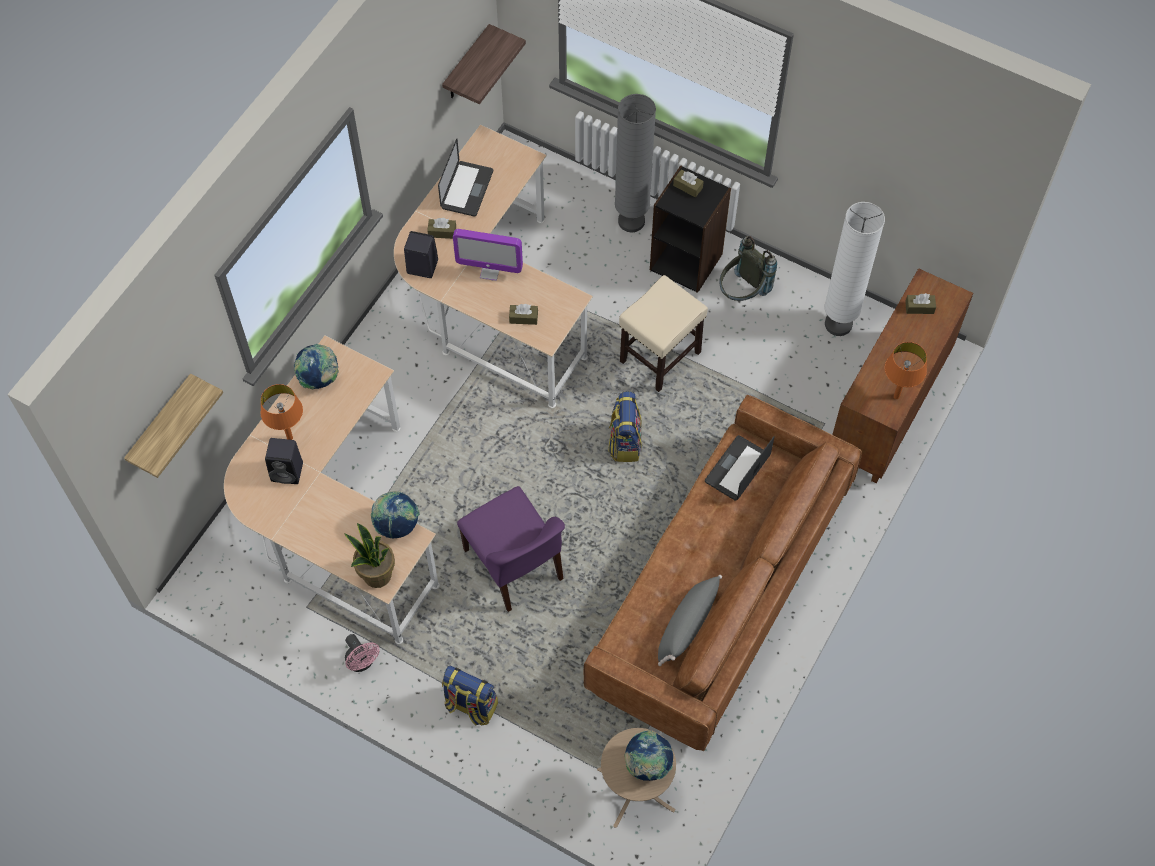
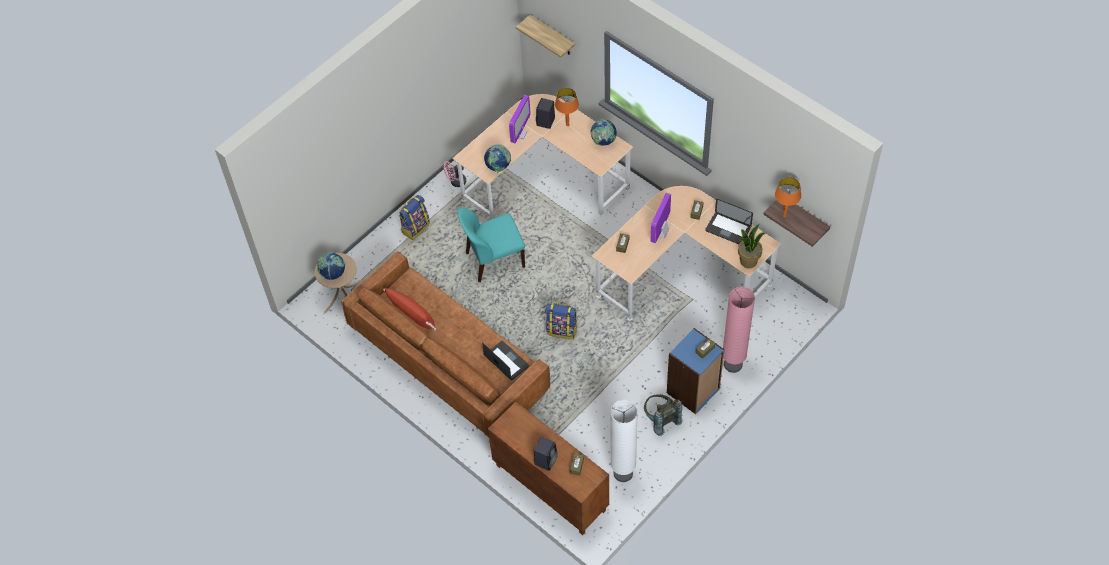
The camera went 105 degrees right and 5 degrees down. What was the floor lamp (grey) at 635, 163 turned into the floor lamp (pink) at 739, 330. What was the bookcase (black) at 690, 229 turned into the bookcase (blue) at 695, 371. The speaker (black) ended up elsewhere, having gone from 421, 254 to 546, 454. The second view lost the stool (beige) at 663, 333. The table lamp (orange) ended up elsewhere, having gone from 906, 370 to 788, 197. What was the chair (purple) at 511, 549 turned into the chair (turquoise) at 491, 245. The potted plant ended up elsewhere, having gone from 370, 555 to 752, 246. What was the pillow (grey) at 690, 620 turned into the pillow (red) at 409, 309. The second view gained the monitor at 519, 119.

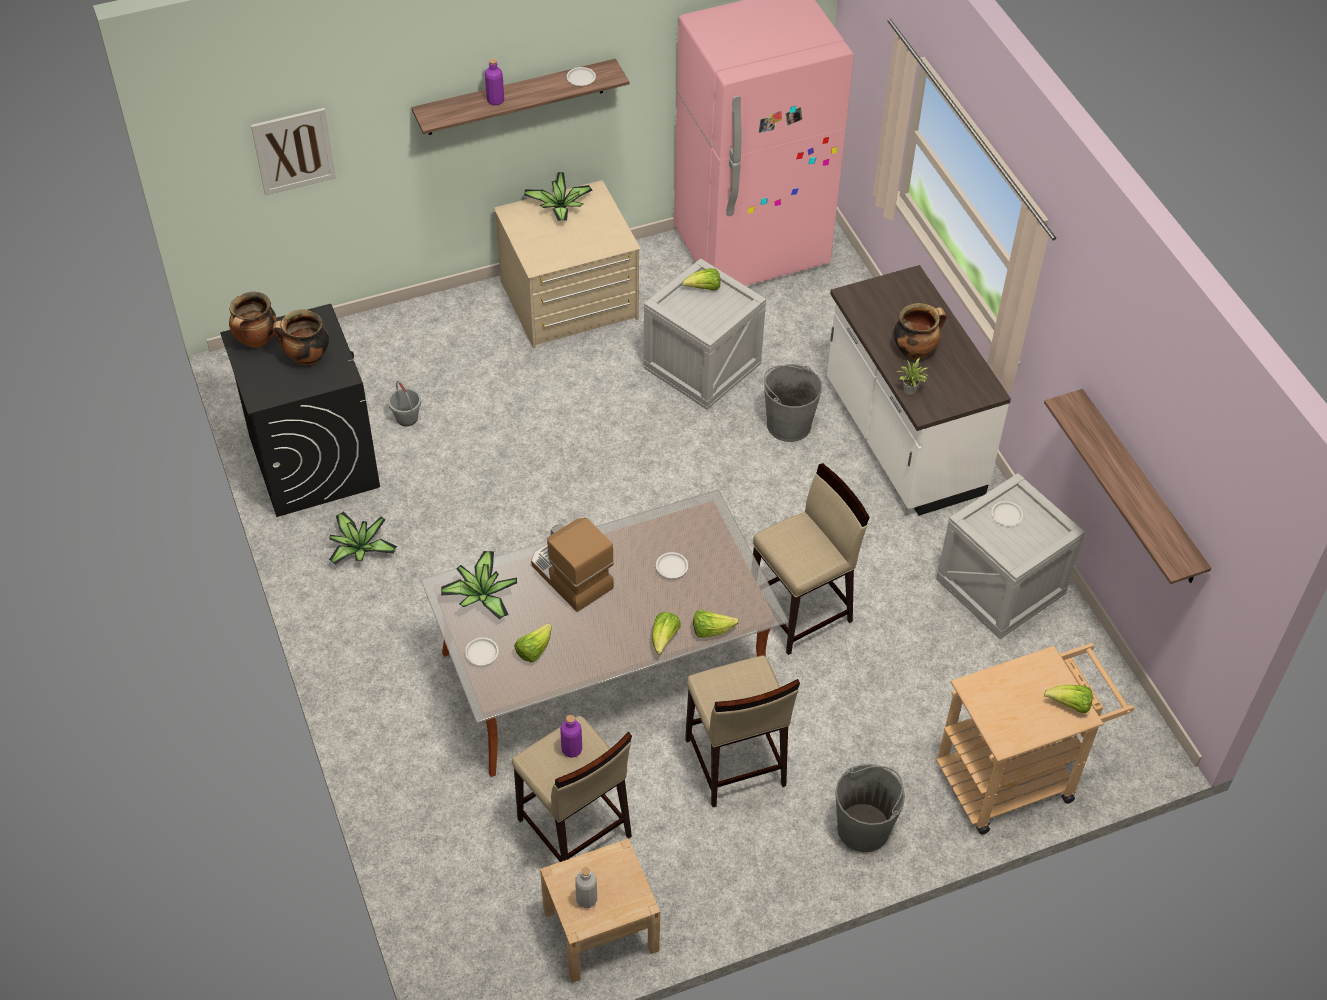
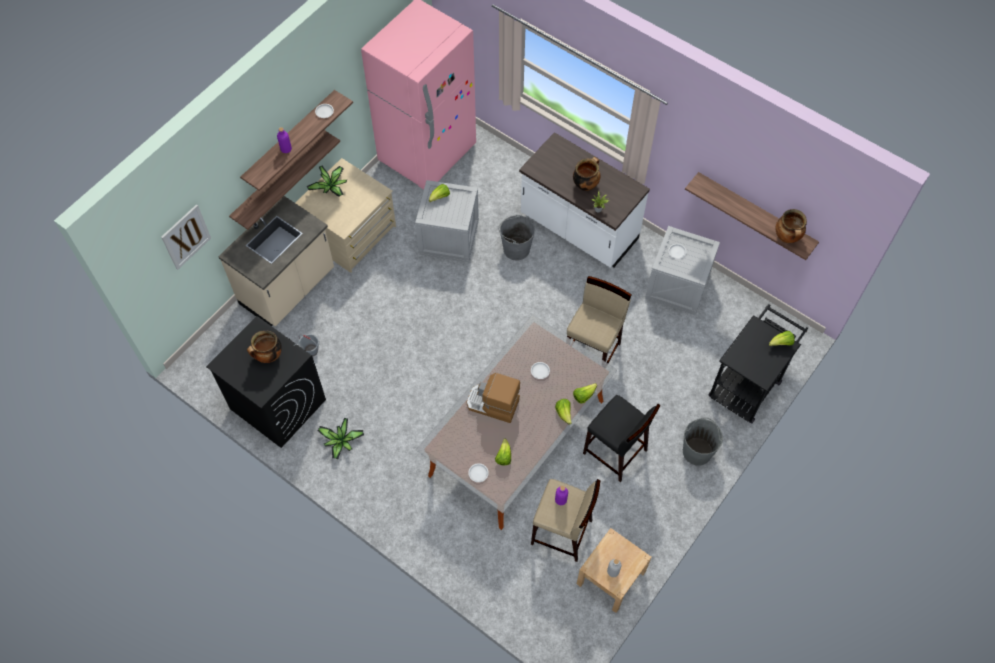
The camera went 30 degrees left and 10 degrees up. The cooking pot ended up elsewhere, having gone from 253, 320 to 791, 226. The second view lost the potted plant at 479, 585. What was the cart (beige) at 1035, 738 turned into the cart (black) at 758, 363. What was the stool (beige) at 742, 731 turned into the stool (black) at 621, 438. The second view gained the shelf at 284, 180. The second view gained the counter (beige) at 276, 261.

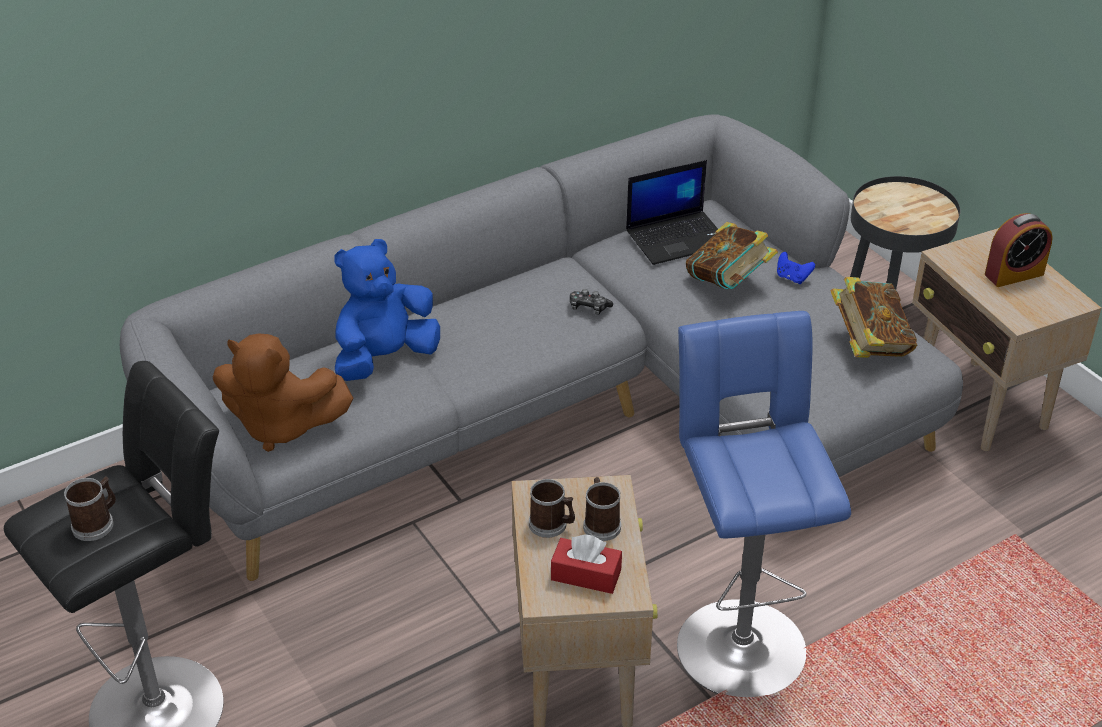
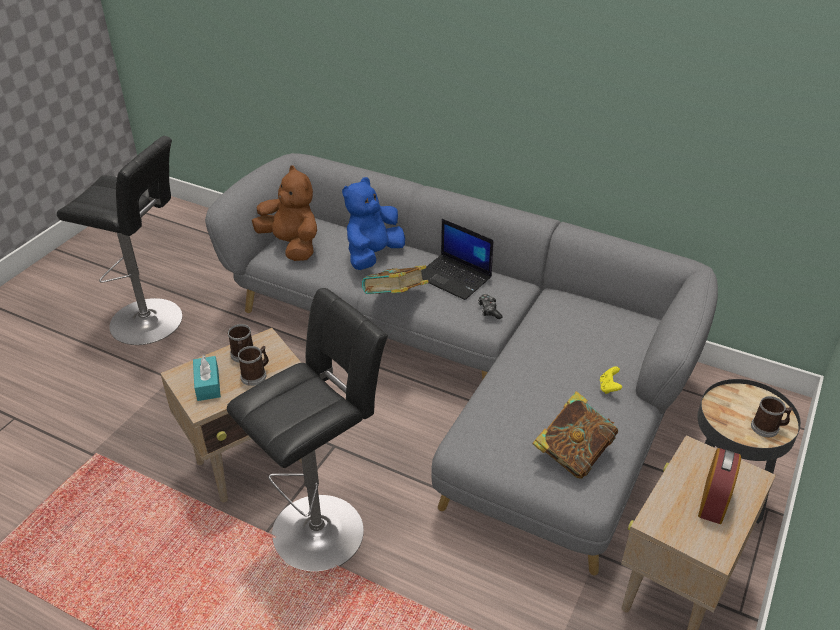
The camera went 60 degrees right and 0 degrees up. The laptop ended up elsewhere, having gone from 672, 212 to 457, 259. The alarm clock at 1019, 250 ended up facing another way, 105 degrees counterclockwise from before. The book ended up elsewhere, having gone from 732, 255 to 395, 279. The plush toy (blue) at 387, 310 ended up facing another way, 75 degrees counterclockwise from before. What was the game controller (blue) at 796, 268 turned into the game controller (yellow) at 611, 380. What was the stool (blue) at 764, 504 turned into the stool (black) at 307, 429. The plush toy (brown) at 283, 393 ended up facing another way, 150 degrees clockwise from before. The mug ended up elsewhere, having gone from 90, 508 to 772, 416. What was the tissue box (red) at 586, 564 turned into the tissue box (turquoise) at 207, 377.

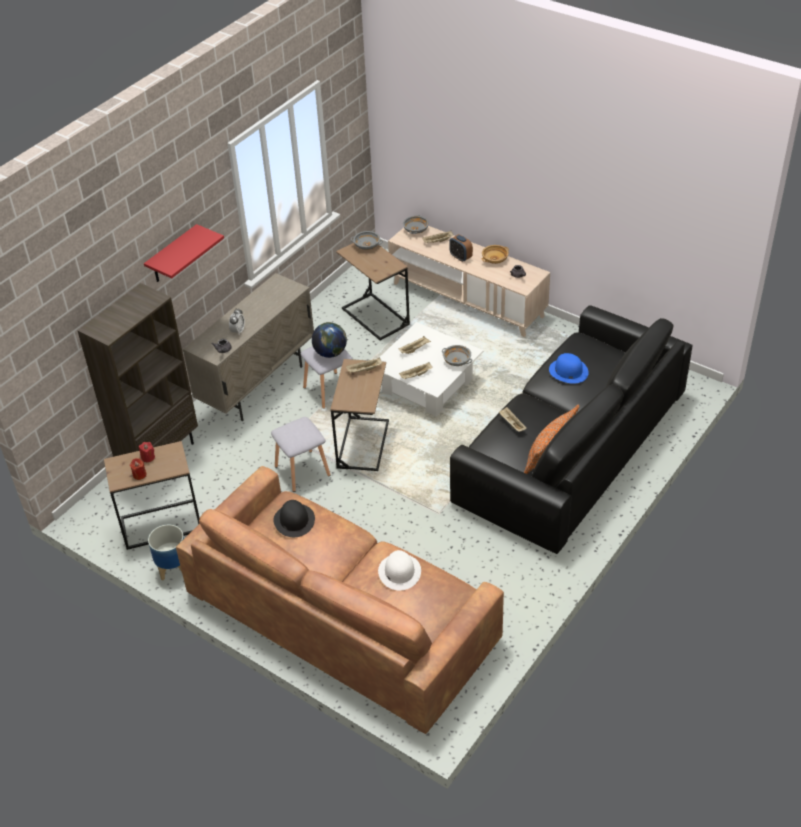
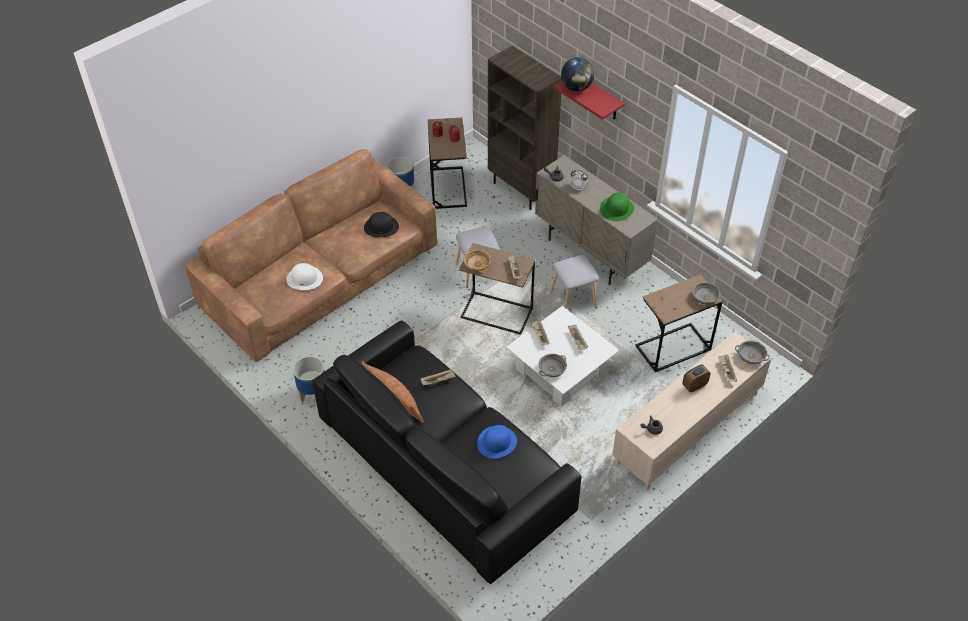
The camera went 100 degrees right and 5 degrees up. The bowl (beige) ended up elsewhere, having gone from 495, 254 to 477, 260. The globe ended up elsewhere, having gone from 329, 340 to 577, 74. The second view gained the hat (green) at 617, 206. The second view gained the planter at 309, 379.

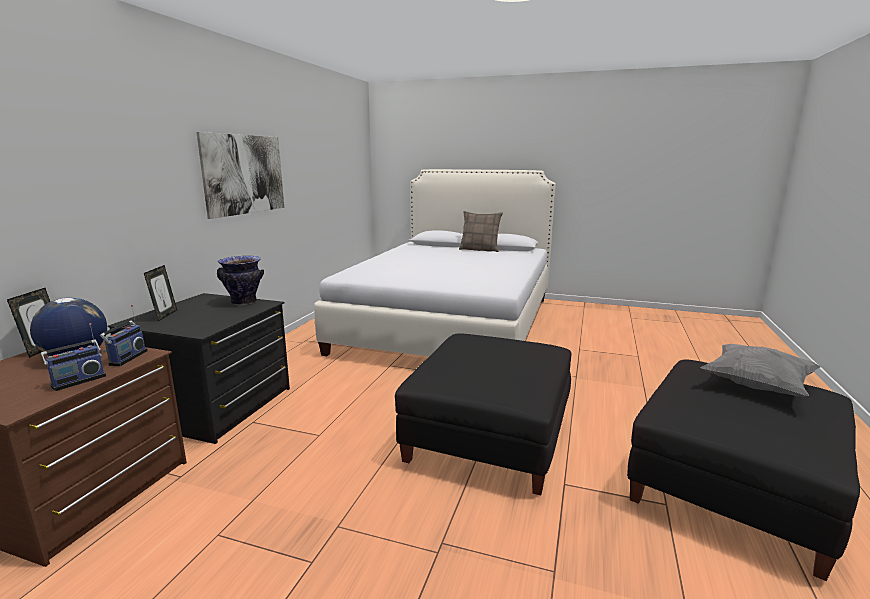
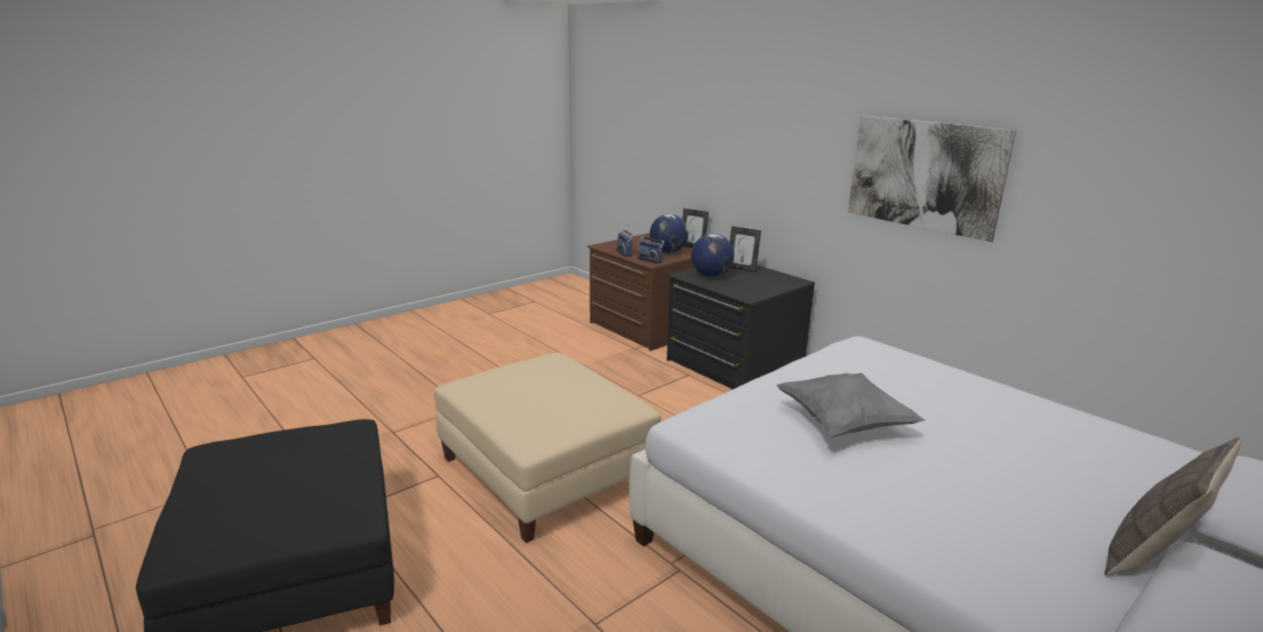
The camera went 120 degrees right and 5 degrees up. The second view lost the vase at 240, 280. What was the ottoman (black) at 483, 414 turned into the ottoman (beige) at 547, 448. The pillow (grey) ended up elsewhere, having gone from 761, 370 to 851, 405. The second view gained the globe at 712, 255.

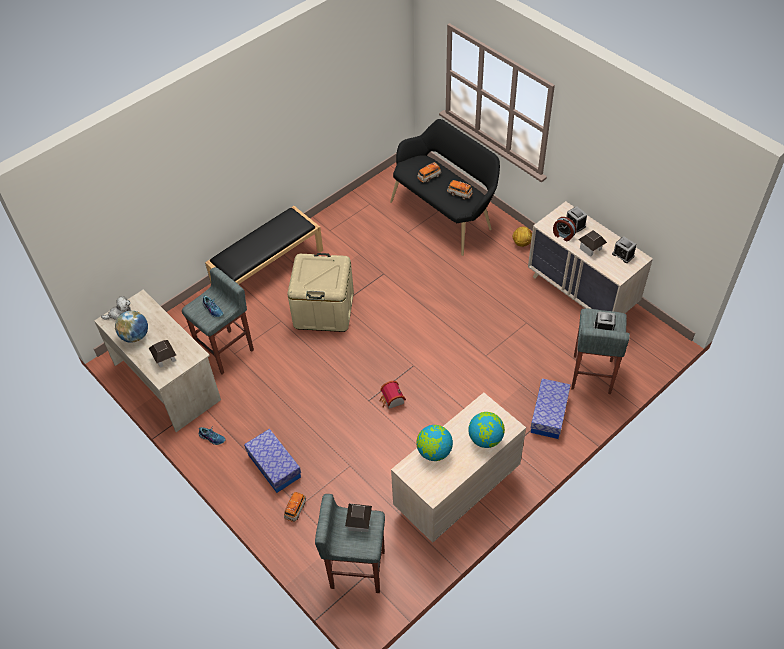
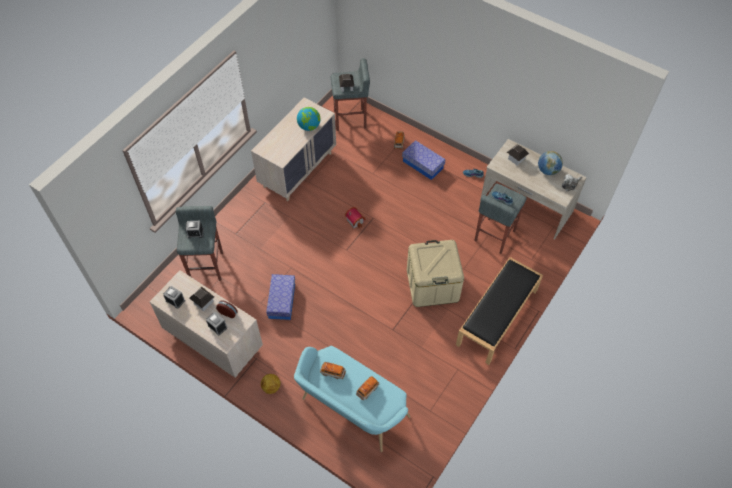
The camera went 165 degrees right and 5 degrees up. What was the bench (black) at 445, 187 turned into the bench (turquoise) at 352, 399. The storage box ended up elsewhere, having gone from 551, 408 to 280, 297. The second view lost the globe at 486, 430.

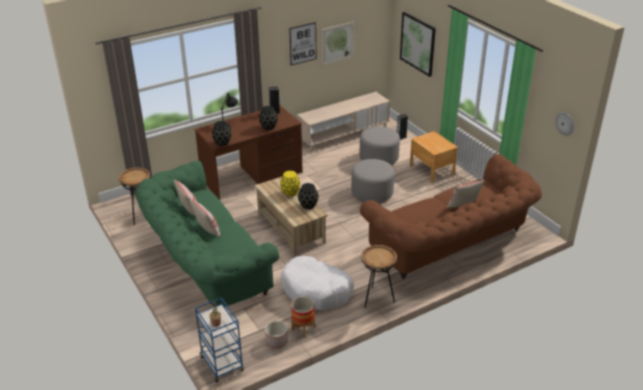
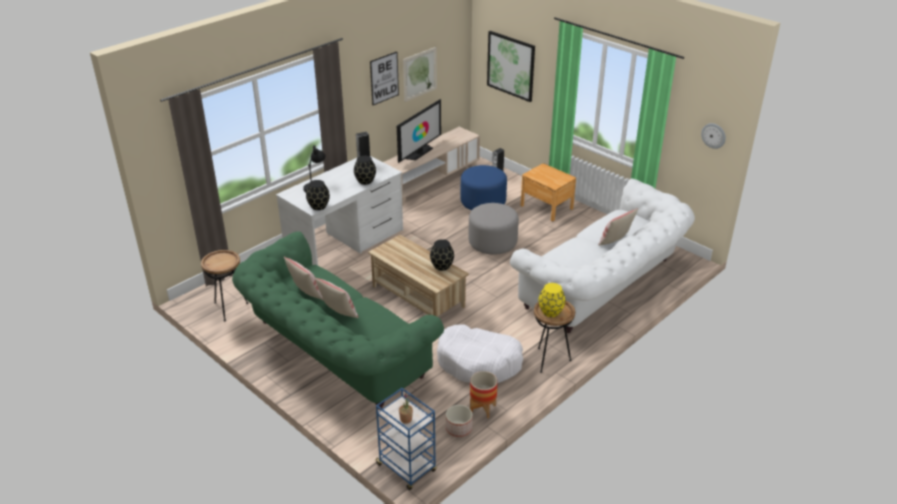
The camera went 15 degrees left and 0 degrees up. What was the desk (brown) at 248, 152 turned into the desk (white) at 339, 210. What was the ottoman (grey) at 380, 145 turned into the ottoman (blue) at 484, 188. What was the sofa (brown) at 451, 216 turned into the sofa (white) at 602, 256. The vase (yellow) ended up elsewhere, having gone from 290, 183 to 552, 300. The second view gained the television at 419, 131.

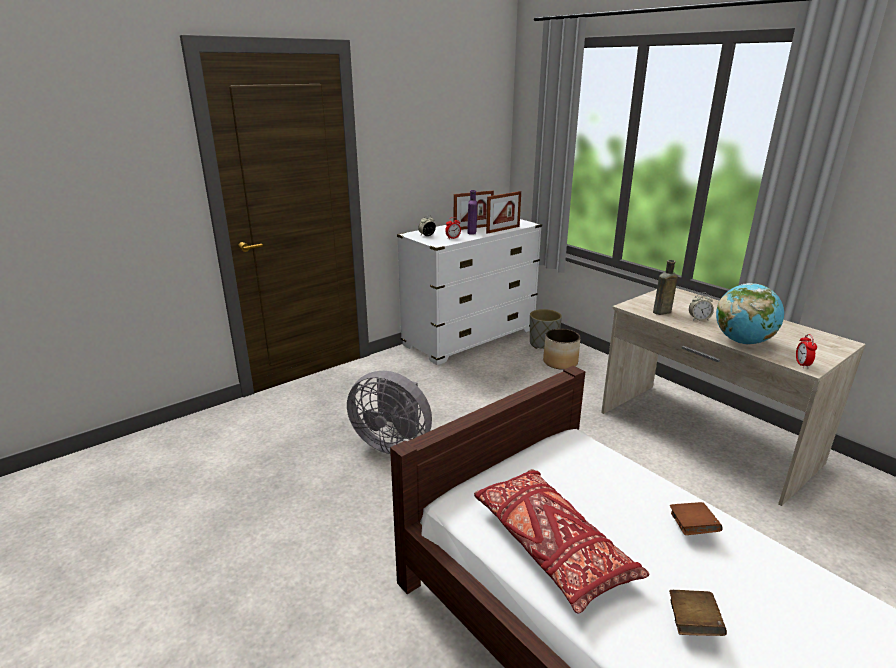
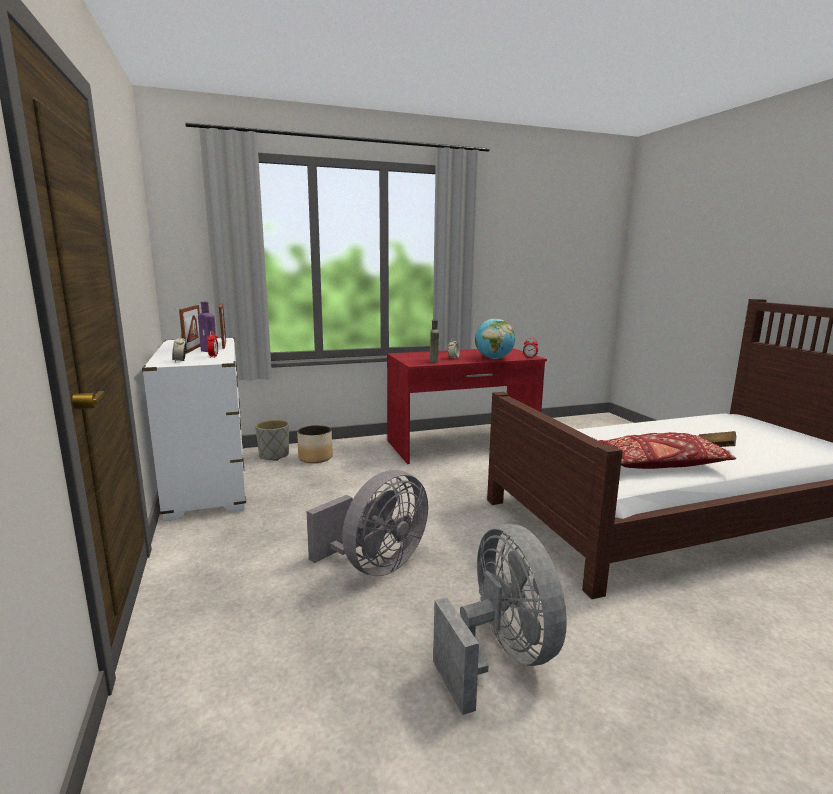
The camera went 70 degrees left and 10 degrees down. What was the desk (beige) at 733, 397 turned into the desk (red) at 467, 406. The second view lost the book (brown) at 696, 518. The second view gained the fan (grey) at 500, 619.

